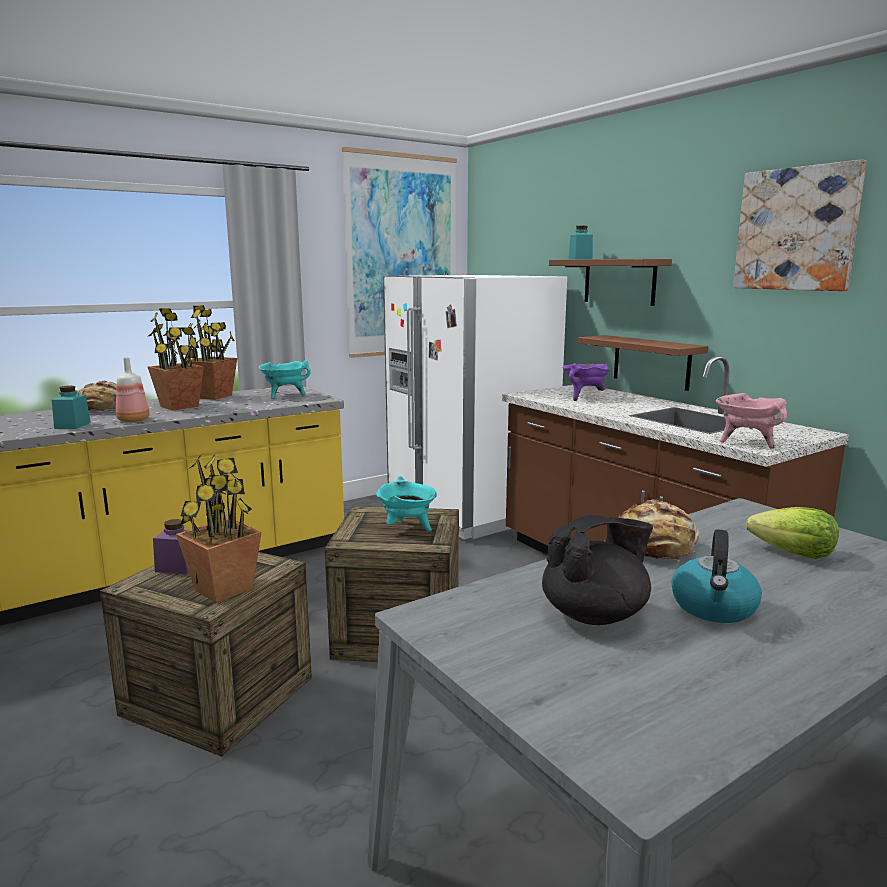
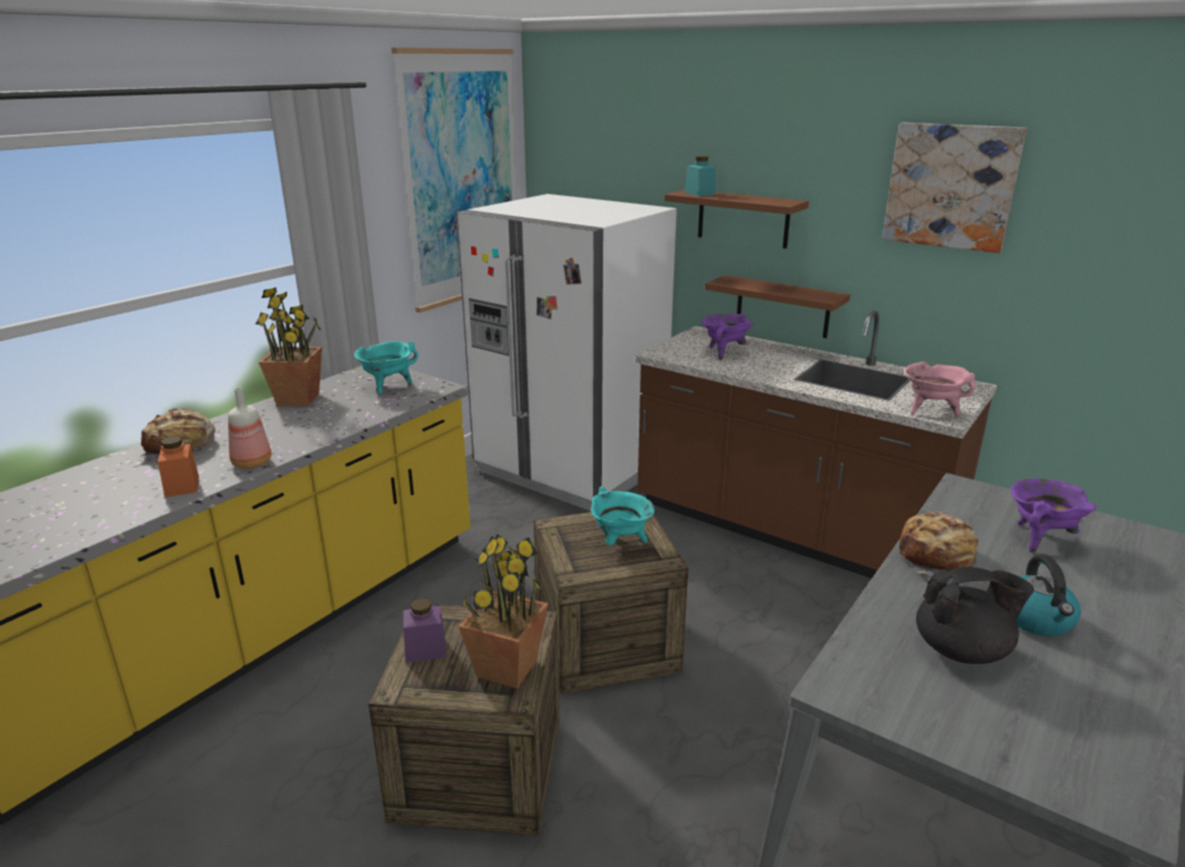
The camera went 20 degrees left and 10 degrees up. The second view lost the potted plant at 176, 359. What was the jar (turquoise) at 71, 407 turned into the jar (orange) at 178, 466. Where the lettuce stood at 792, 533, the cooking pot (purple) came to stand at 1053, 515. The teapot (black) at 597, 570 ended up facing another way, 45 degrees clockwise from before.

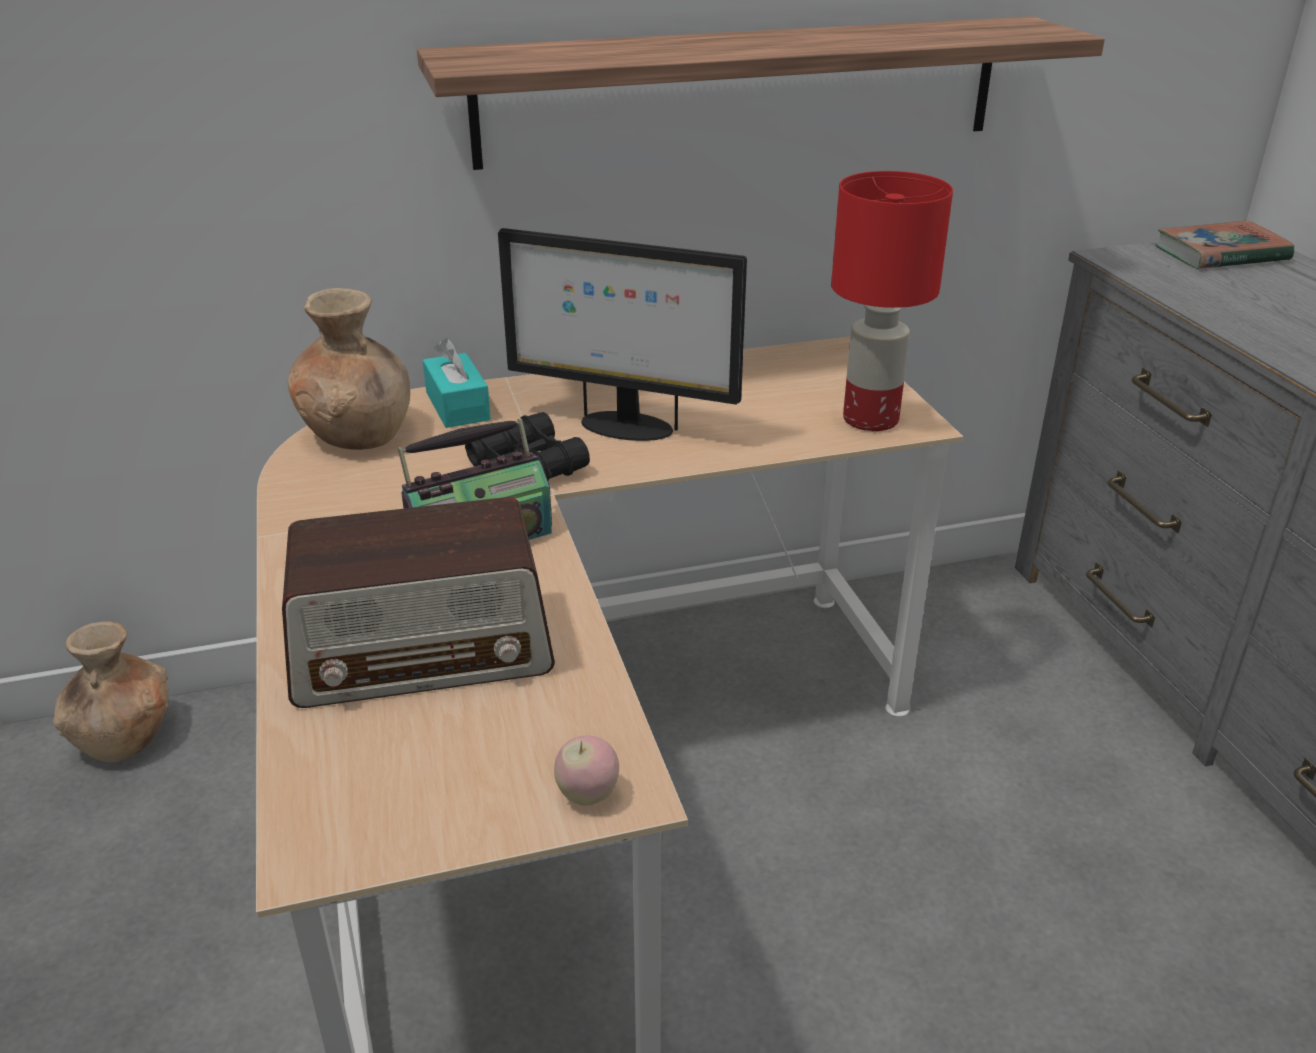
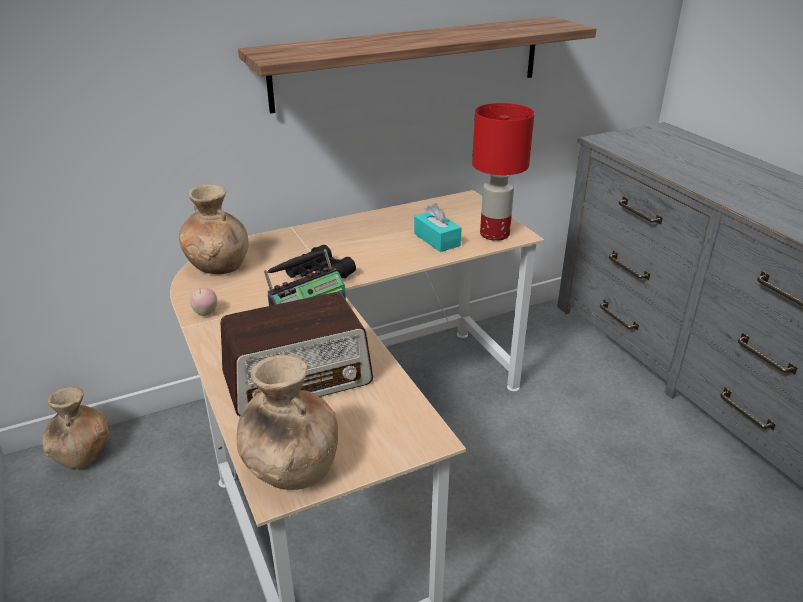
The camera went 10 degrees left and 0 degrees up. The second view lost the book at 1224, 244. The second view lost the monitor at 622, 334. The tissue box (turquoise) ended up elsewhere, having gone from 457, 383 to 438, 227. The apple ended up elsewhere, having gone from 586, 770 to 203, 302. The second view gained the vase (brown) at 287, 422.

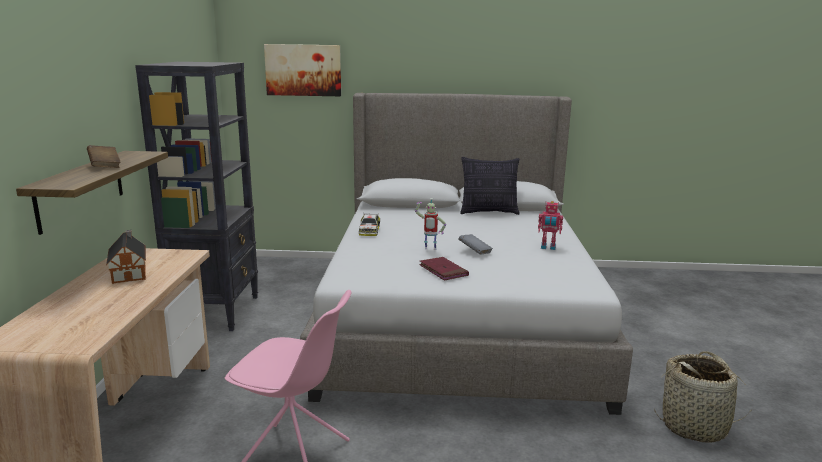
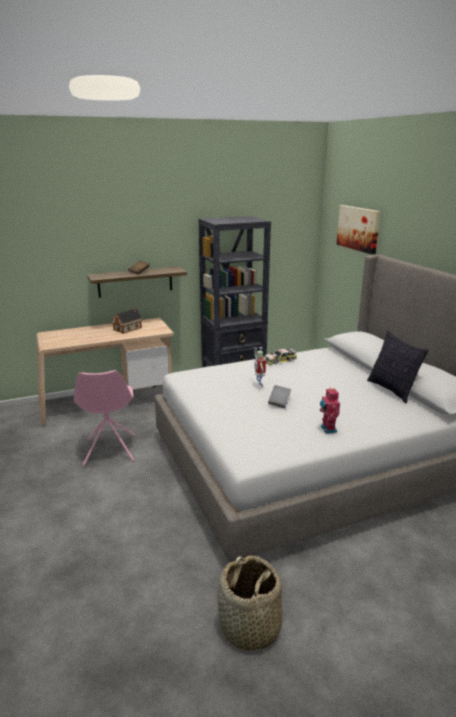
The camera went 65 degrees right and 5 degrees up. The second view lost the book (red) at 444, 269.

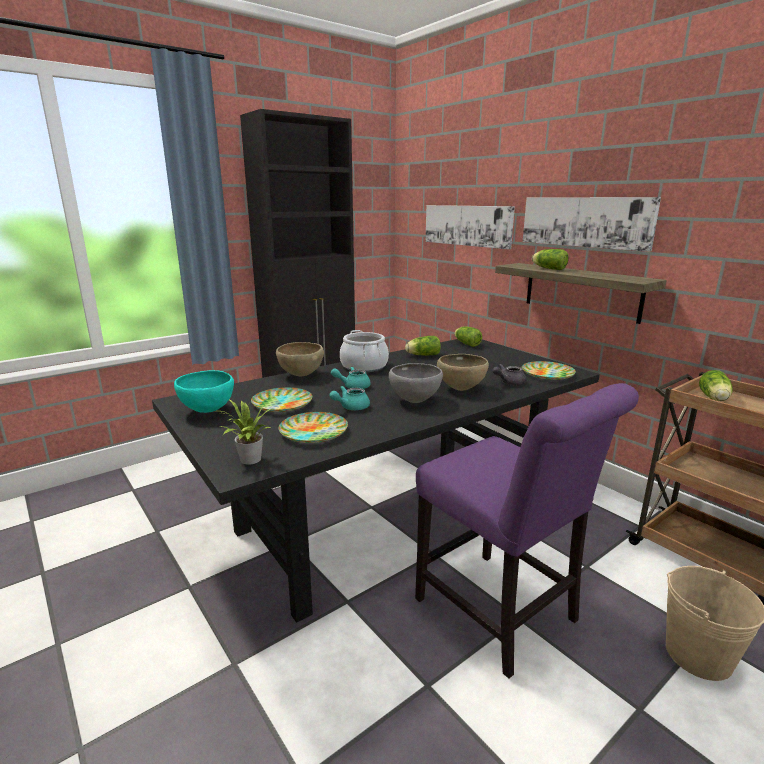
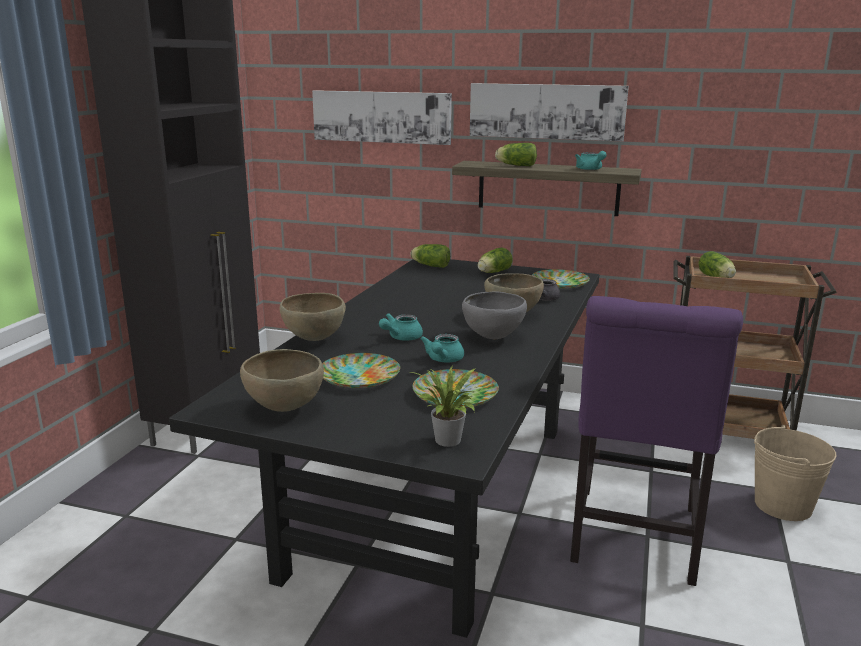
The camera went 35 degrees left and 0 degrees up. The second view lost the cooking pot at 364, 351. The lettuce ended up elsewhere, having gone from 423, 346 to 495, 260. What was the bowl (turquoise) at 204, 391 turned into the bowl (brown) at 282, 380. The chair (purple) at 527, 531 ended up facing another way, 90 degrees clockwise from before. The second view gained the teapot (turquoise) at 591, 160.

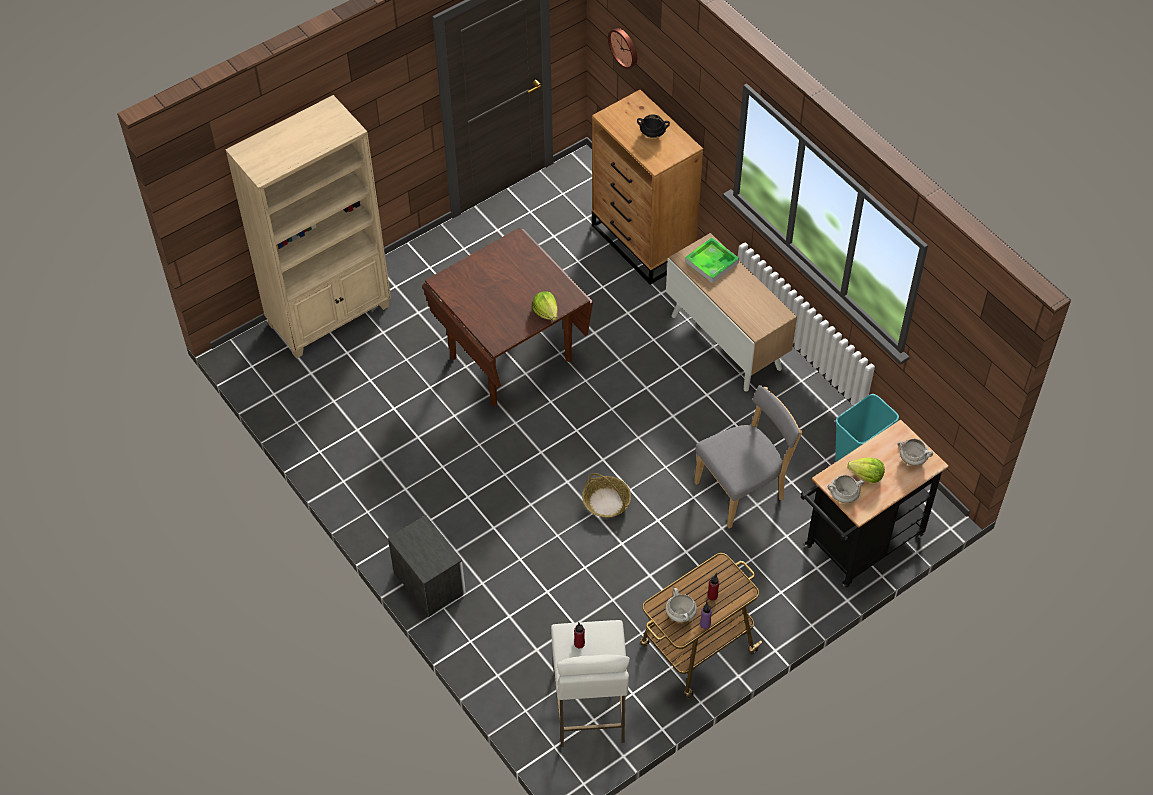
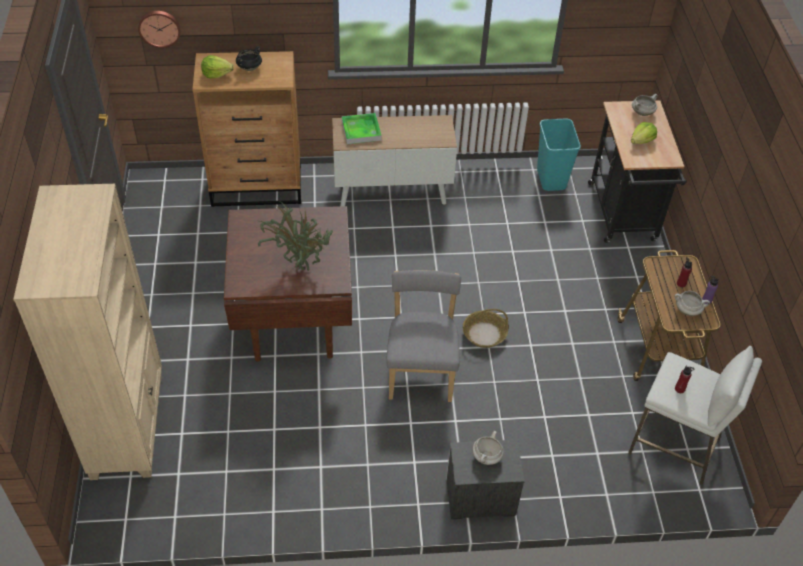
The camera went 60 degrees left and 5 degrees down. The lettuce ended up elsewhere, having gone from 545, 306 to 217, 66. The chair (grey) ended up elsewhere, having gone from 748, 457 to 423, 336. The cooking pot (white) ended up elsewhere, having gone from 846, 489 to 488, 448. The second view gained the potted plant at 295, 236.

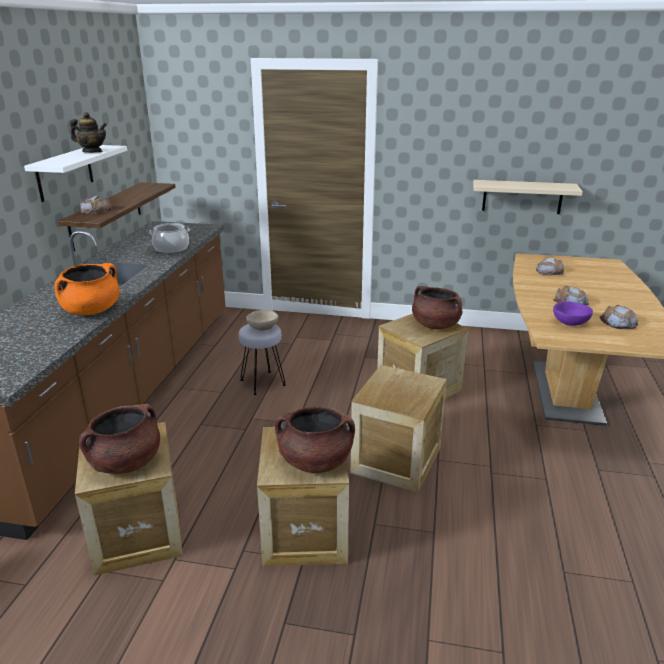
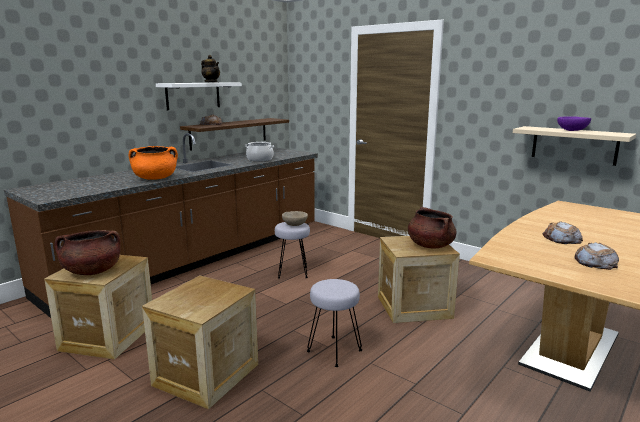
The camera went 30 degrees right and 10 degrees down. The second view lost the bread at 550, 266. The bowl (purple) ended up elsewhere, having gone from 573, 313 to 574, 123. Where the crate stood at 398, 429, the stool (grey) came to stand at 334, 323. The second view lost the cooking pot (brown) at 315, 439.

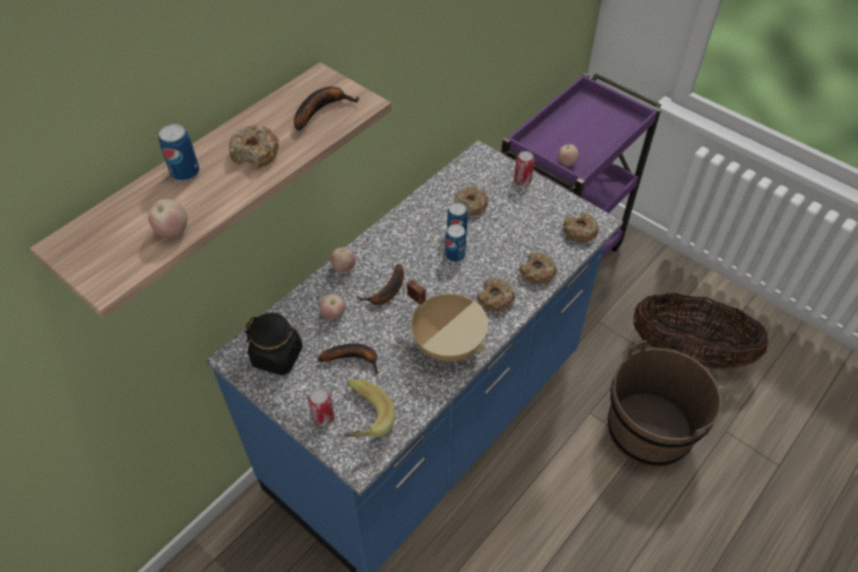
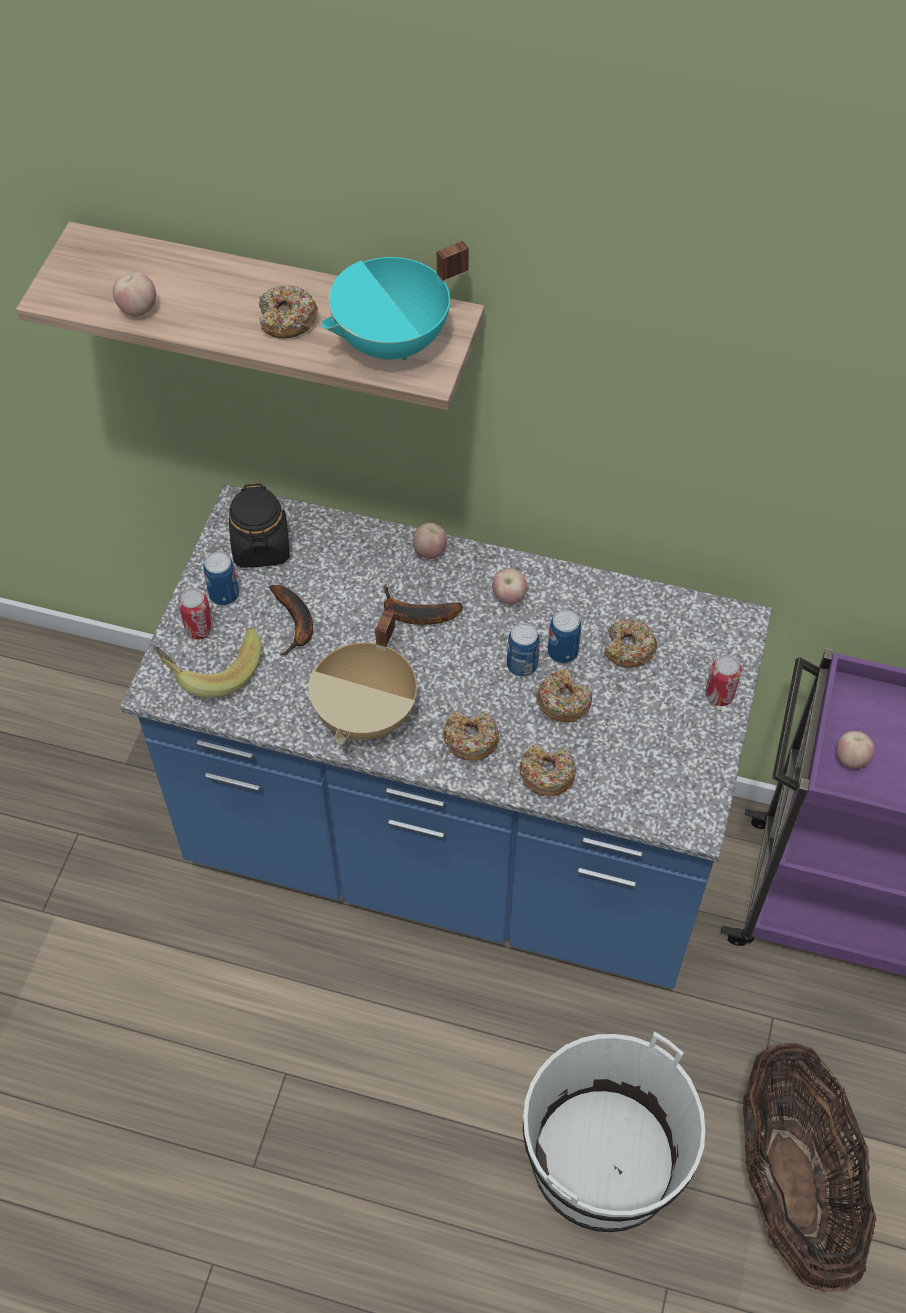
The camera went 65 degrees right and 5 degrees up. Where the banana stood at 326, 109, the cooking pot (turquoise) came to stand at 394, 301. The can ended up elsewhere, having gone from 179, 152 to 221, 579. The donut ended up elsewhere, having gone from 580, 227 to 564, 696. The apple ended up elsewhere, having gone from 332, 306 to 510, 586. What was the bucket (brown) at 665, 403 turned into the bucket (white) at 614, 1132.

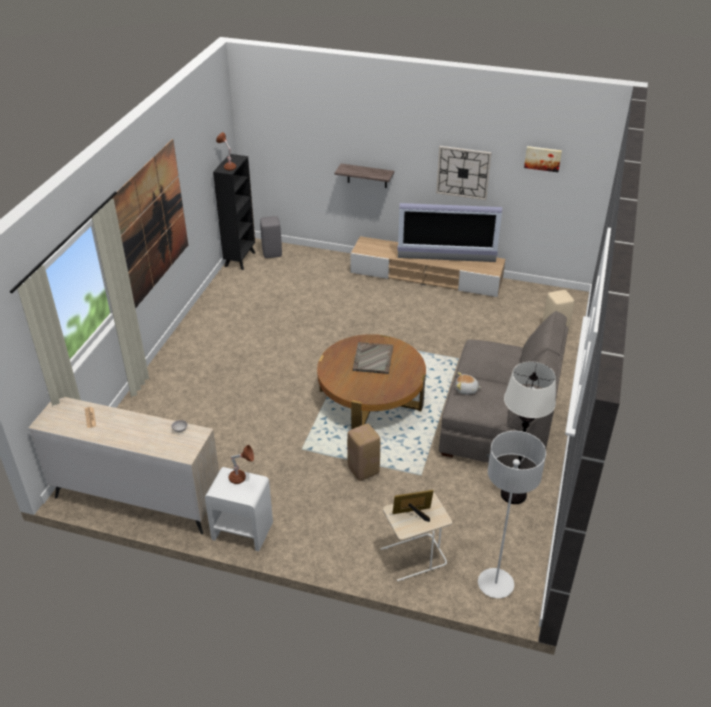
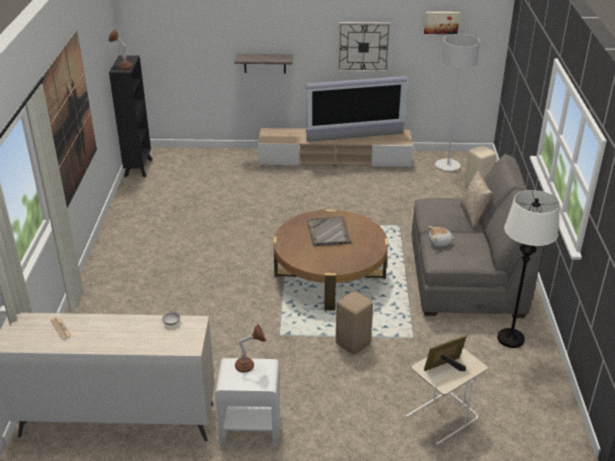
The camera went 15 degrees left and 5 degrees down. The second view lost the stool (grey) at 271, 237. The floor lamp (grey) ended up elsewhere, having gone from 512, 514 to 457, 102. The second view gained the pillow at 476, 199.

